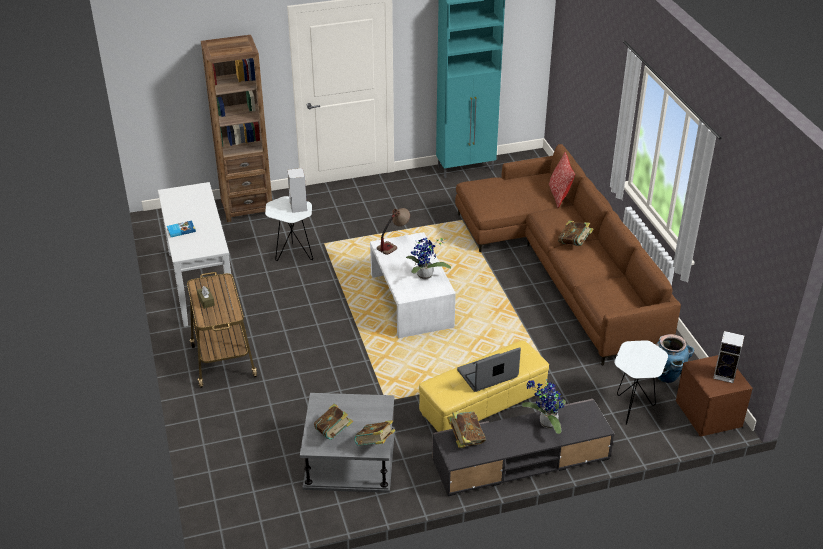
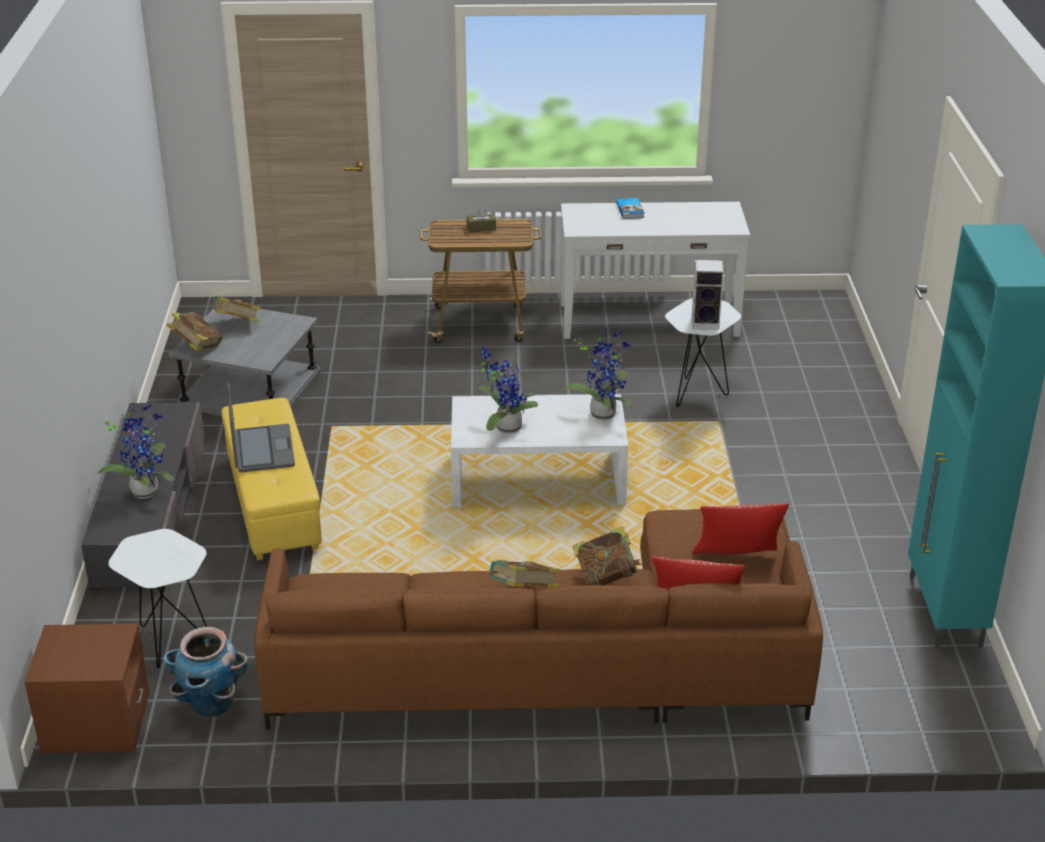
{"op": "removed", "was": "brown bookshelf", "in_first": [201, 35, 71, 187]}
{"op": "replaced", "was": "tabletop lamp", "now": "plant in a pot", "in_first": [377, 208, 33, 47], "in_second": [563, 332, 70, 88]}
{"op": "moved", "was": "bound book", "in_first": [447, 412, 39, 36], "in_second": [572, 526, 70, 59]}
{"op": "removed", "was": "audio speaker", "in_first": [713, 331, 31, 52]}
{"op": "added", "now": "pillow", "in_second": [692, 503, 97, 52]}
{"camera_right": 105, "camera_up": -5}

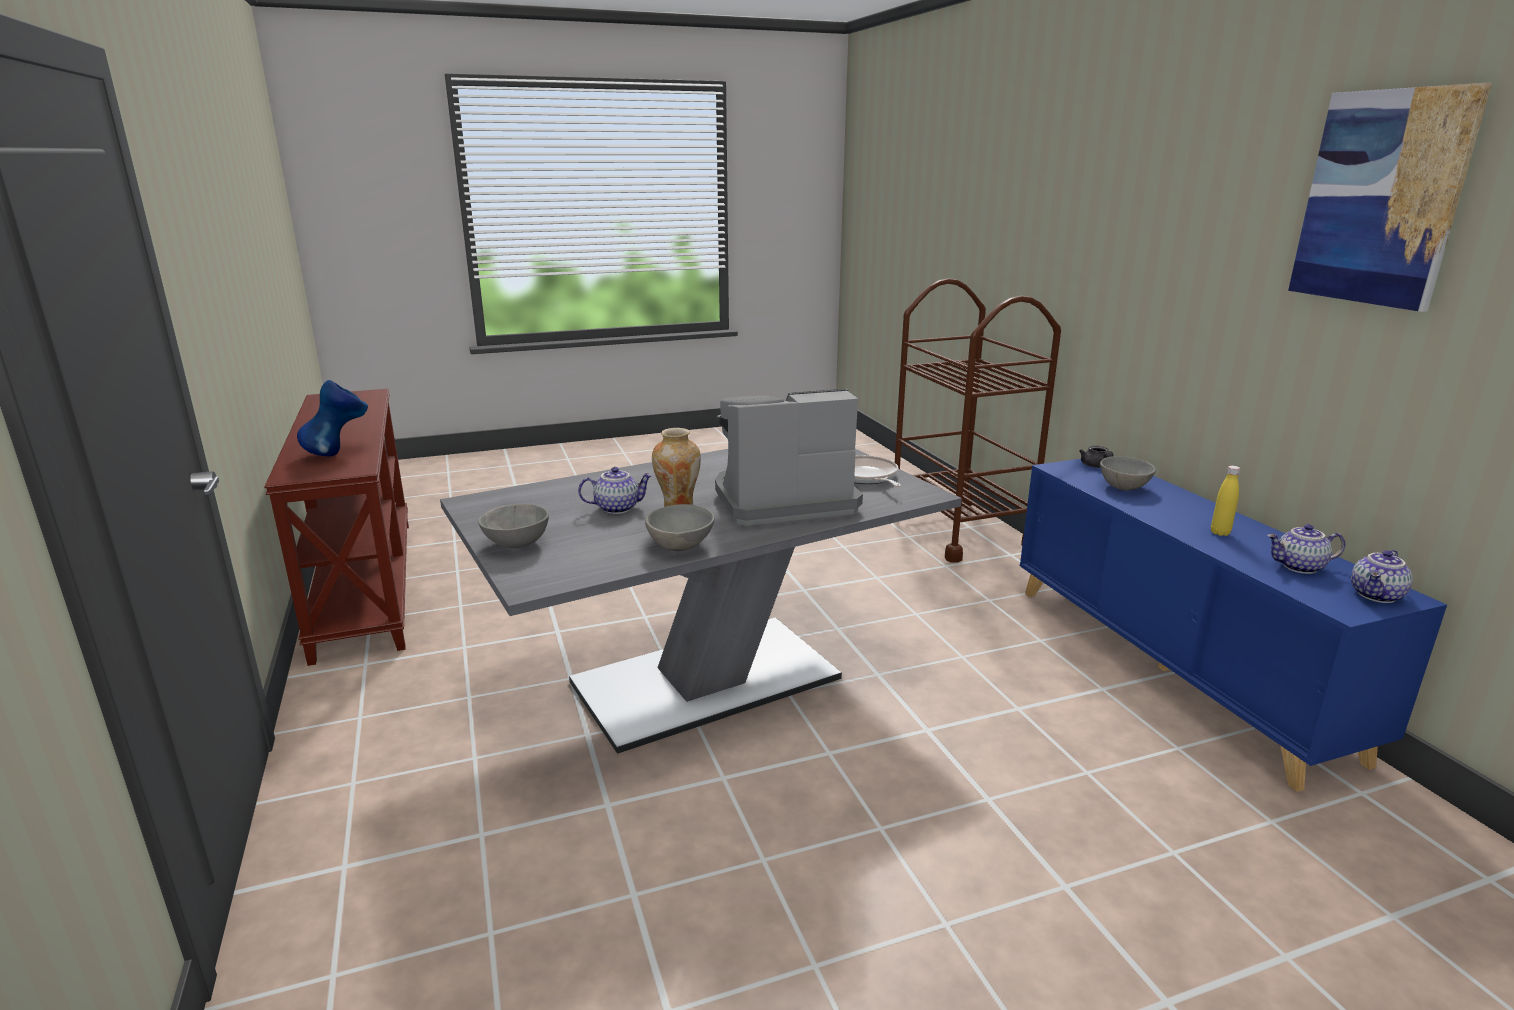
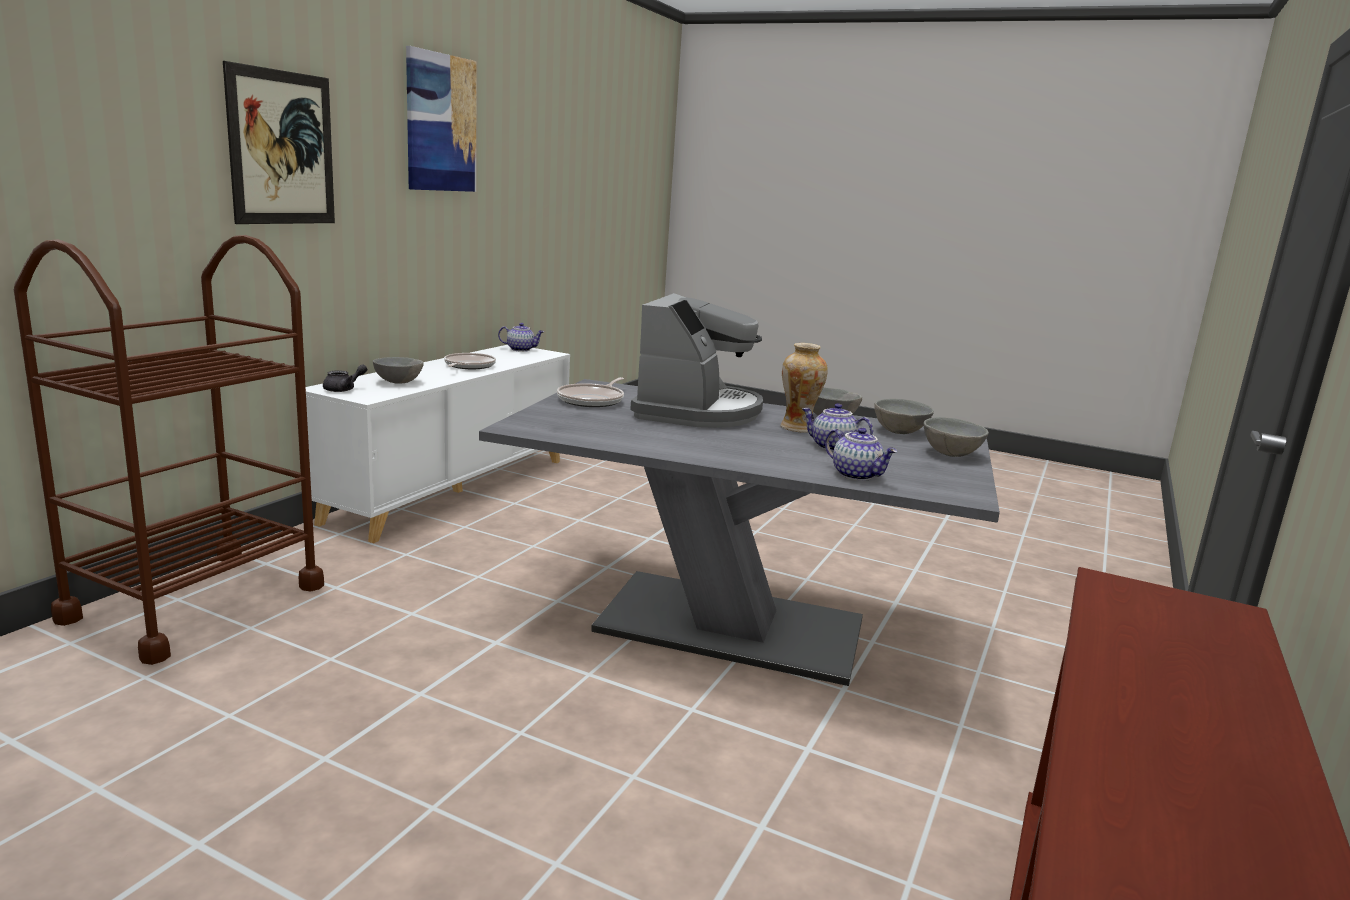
{"op": "removed", "was": "bluish decorative vase", "in_first": [297, 380, 71, 76]}
{"op": "turned", "was": "coffee machine", "in_first": [715, 389, 148, 137], "in_second": [630, 293, 133, 135], "clockwise": -105}
{"op": "recoloured", "was": "bluish storage cabinet", "now": "whitish storage cabinet", "in_first": [1020, 459, 427, 333], "in_second": [306, 345, 264, 198]}
{"op": "replaced", "was": "yellow bottle", "now": "pan", "in_first": [1211, 466, 29, 70], "in_second": [444, 353, 52, 16]}
{"op": "moved", "was": "tea pot", "in_first": [1267, 524, 78, 50], "in_second": [825, 428, 72, 53]}
{"op": "added", "now": "wall art", "in_second": [223, 61, 112, 163]}
{"op": "added", "now": "grey serving bowl", "in_second": [874, 399, 60, 35]}
{"camera_right": -135, "camera_up": -5}

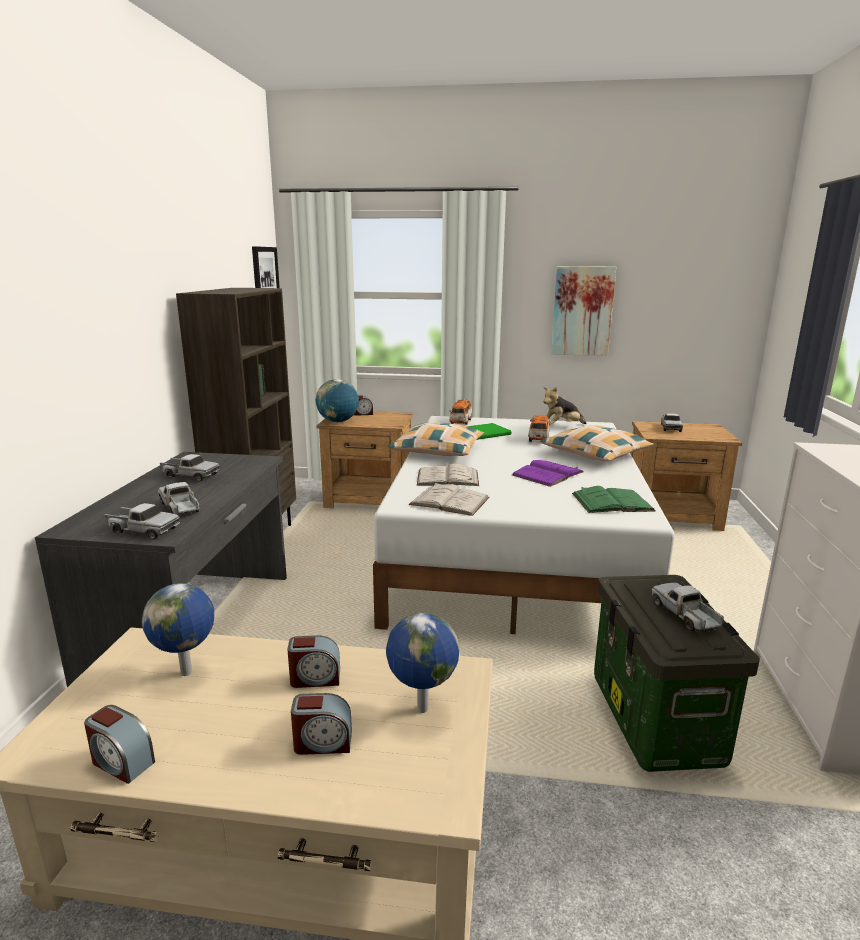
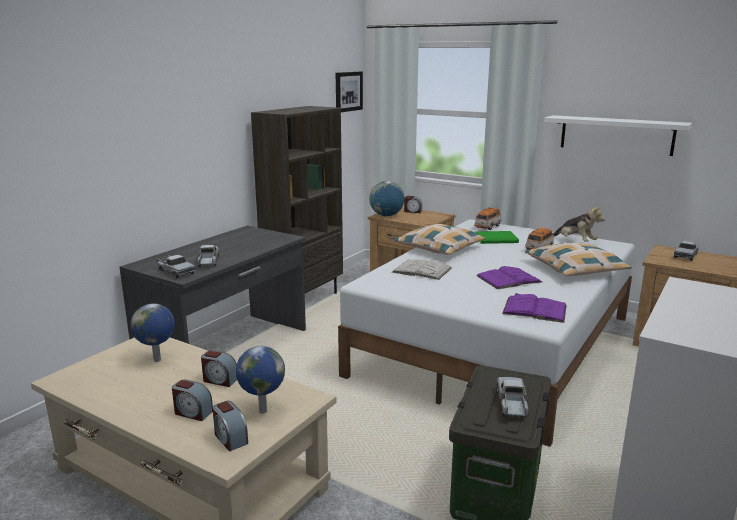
{"op": "moved", "was": "bedside clock", "in_first": [84, 705, 71, 79], "in_second": [212, 401, 36, 50]}
{"op": "removed", "was": "toy truck", "in_first": [160, 454, 60, 27]}
{"op": "removed", "was": "whitish bound book", "in_first": [409, 483, 81, 33]}
{"op": "turned", "was": "soft toy", "in_first": [543, 387, 44, 38], "in_second": [552, 204, 53, 38], "clockwise": -135}
{"op": "replaced", "was": "wall art", "now": "whitish wall shelf", "in_first": [551, 266, 65, 90], "in_second": [544, 115, 148, 41]}
{"op": "recoloured", "was": "greenish bound book", "now": "purplish bound book", "in_first": [572, 486, 83, 27], "in_second": [502, 293, 65, 30]}
{"camera_right": 25, "camera_up": 0}

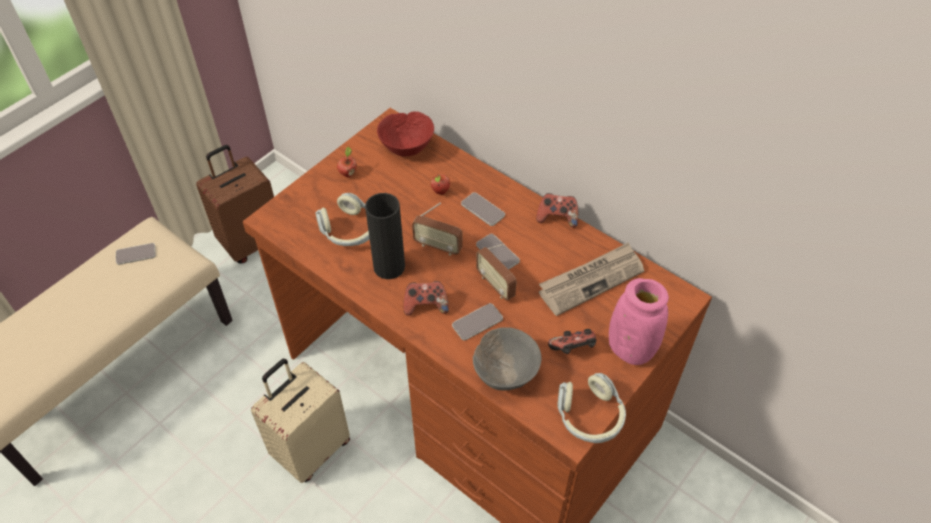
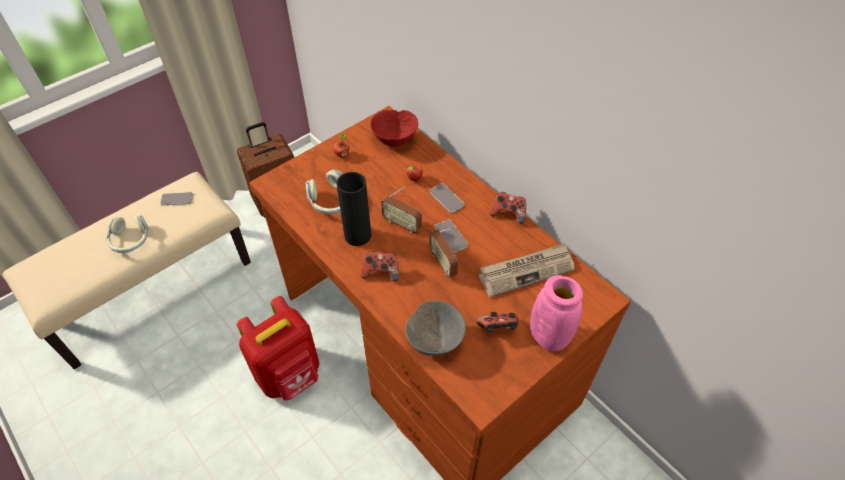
{"op": "replaced", "was": "sand-coloured travel case", "now": "reddish knapsack", "in_first": [251, 359, 99, 124], "in_second": [236, 296, 83, 104]}
{"op": "removed", "was": "phone", "in_first": [452, 303, 51, 38]}
{"op": "moved", "was": "pair of headphones", "in_first": [557, 373, 69, 70], "in_second": [106, 215, 43, 38]}
{"camera_right": 10, "camera_up": 0}

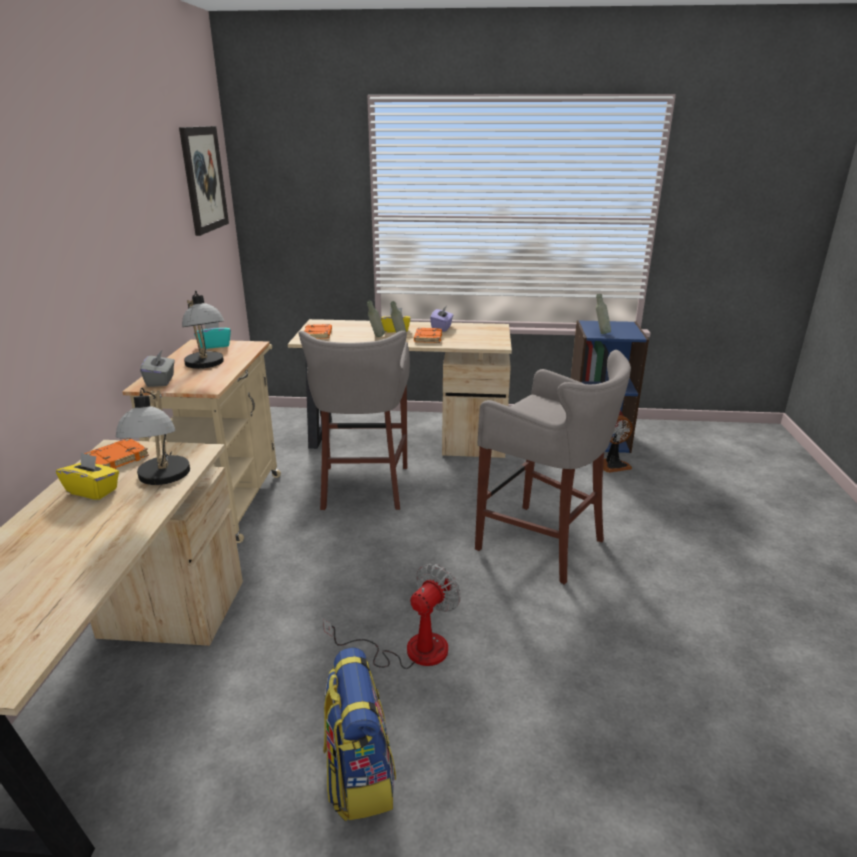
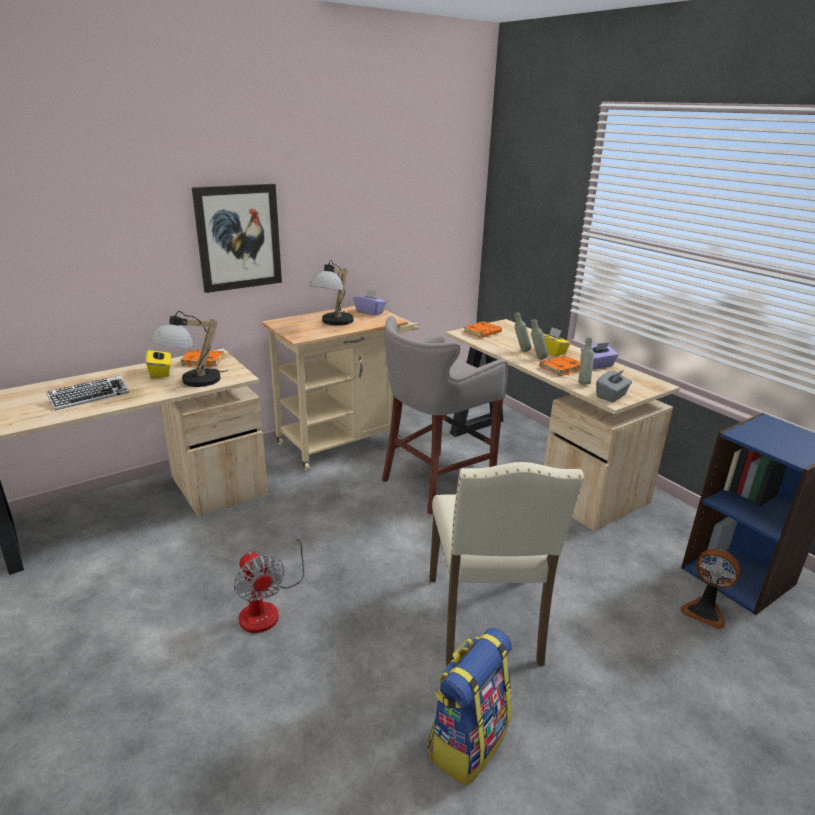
{"op": "moved", "was": "grey tissue holder", "in_first": [140, 349, 35, 38], "in_second": [596, 370, 36, 32]}
{"op": "moved", "was": "wall art", "in_first": [179, 126, 50, 110], "in_second": [192, 184, 90, 109]}
{"op": "recoloured", "was": "blue-green tissue holder", "now": "purplish tissue holder", "in_first": [194, 322, 37, 27], "in_second": [353, 289, 33, 27]}
{"op": "turned", "was": "electric fan", "in_first": [323, 564, 138, 105], "in_second": [234, 532, 70, 101], "clockwise": 60}
{"op": "moved", "was": "knapsack", "in_first": [323, 647, 73, 174], "in_second": [427, 627, 85, 159]}
{"op": "replaced", "was": "grey stool seat", "now": "sand-coloured upright chair", "in_first": [475, 350, 156, 234], "in_second": [429, 462, 155, 204]}
{"op": "moved", "was": "grey bottle", "in_first": [596, 294, 15, 40], "in_second": [579, 338, 15, 46]}
{"op": "added", "now": "PC keyboard", "in_second": [46, 375, 84, 35]}
{"camera_right": 50, "camera_up": 0}

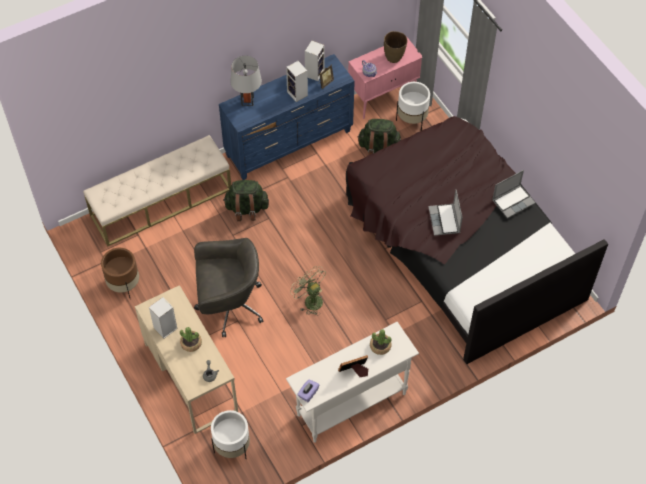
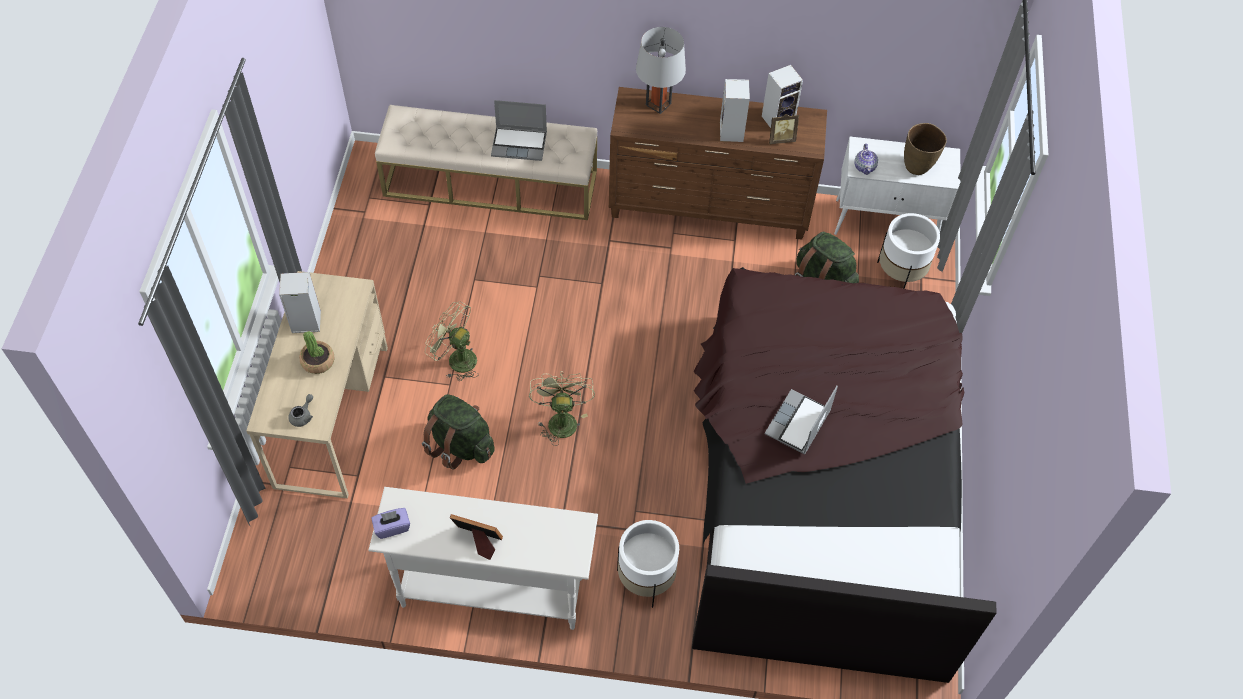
{"op": "removed", "was": "brown planter", "in_first": [101, 248, 38, 50]}
{"op": "replaced", "was": "grey office chair", "now": "greenish electric fan", "in_first": [194, 238, 69, 99], "in_second": [425, 301, 53, 80]}
{"op": "moved", "was": "whitish planter", "in_first": [211, 410, 39, 49], "in_second": [617, 520, 62, 88]}
{"op": "recoloured", "was": "bluish drawer chest", "now": "brown drawer chest", "in_first": [219, 54, 136, 126], "in_second": [609, 87, 218, 153]}
{"op": "moved", "was": "greenish knapsack", "in_first": [223, 180, 46, 41], "in_second": [422, 394, 73, 76]}
{"op": "recoloured", "was": "pinkish storage cabinet", "now": "whitish storage cabinet", "in_first": [348, 36, 74, 83], "in_second": [834, 137, 127, 98]}
{"op": "removed", "was": "plant in a pot", "in_first": [370, 329, 22, 26]}
{"op": "moved", "was": "notebook computer", "in_first": [492, 170, 43, 48], "in_second": [491, 100, 56, 61]}
{"camera_right": 35, "camera_up": 0}

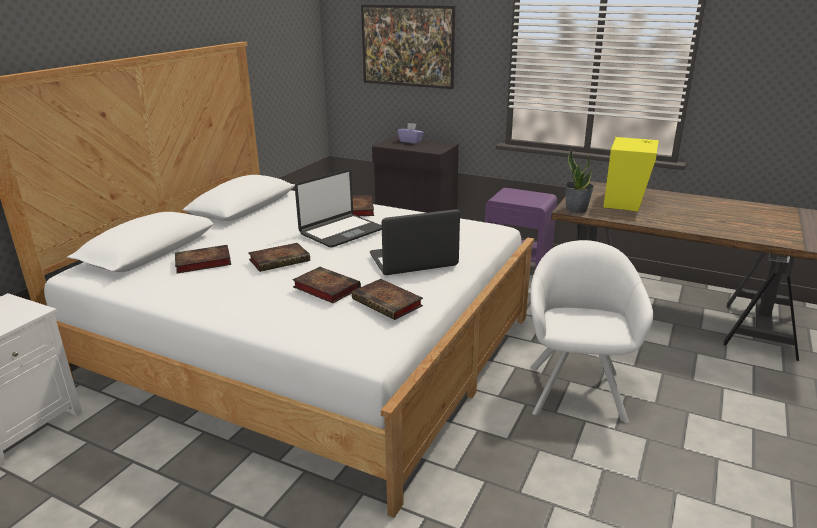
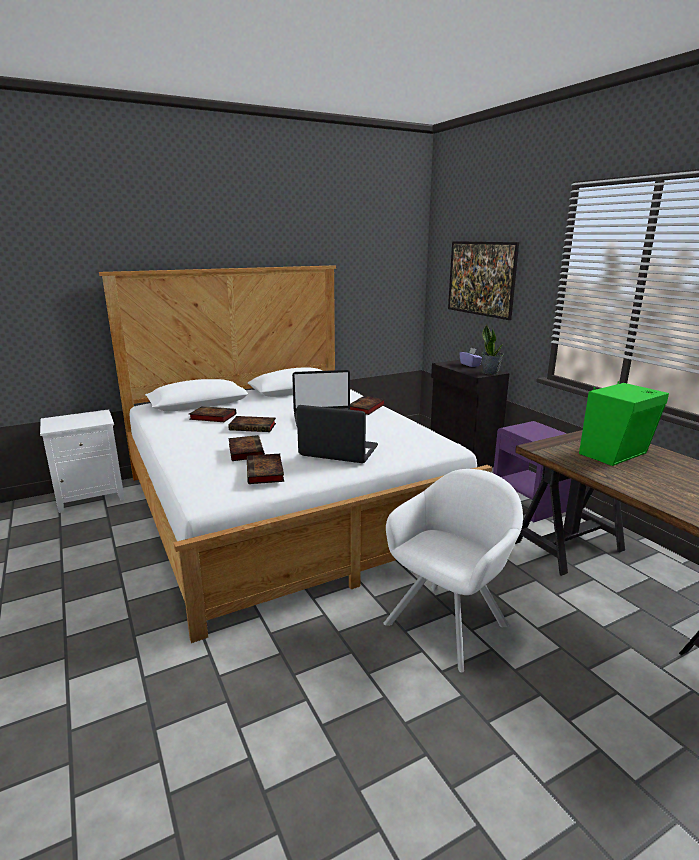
{"op": "moved", "was": "plant in a pot", "in_first": [565, 149, 29, 64], "in_second": [481, 325, 23, 50]}
{"op": "recoloured", "was": "yellow audio speaker", "now": "greenish audio speaker", "in_first": [603, 136, 56, 75], "in_second": [579, 381, 90, 85]}
{"camera_right": 35, "camera_up": -5}

